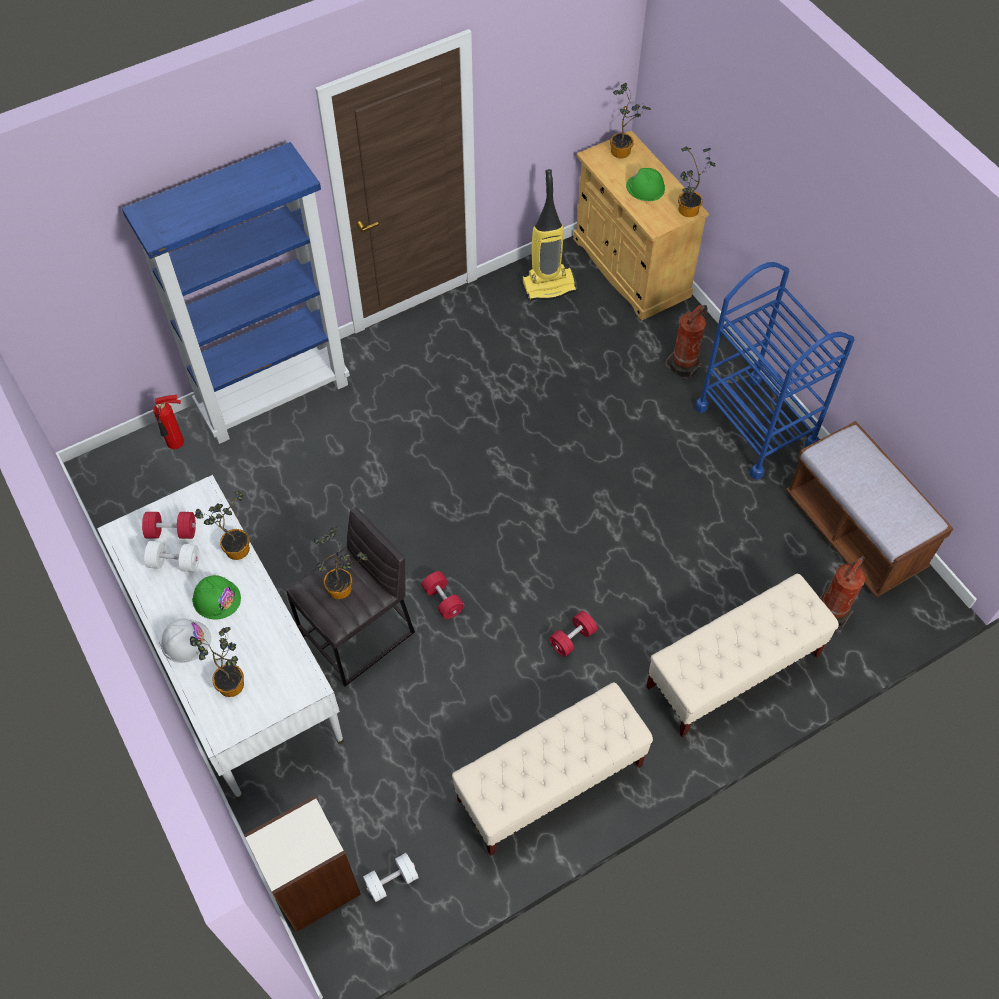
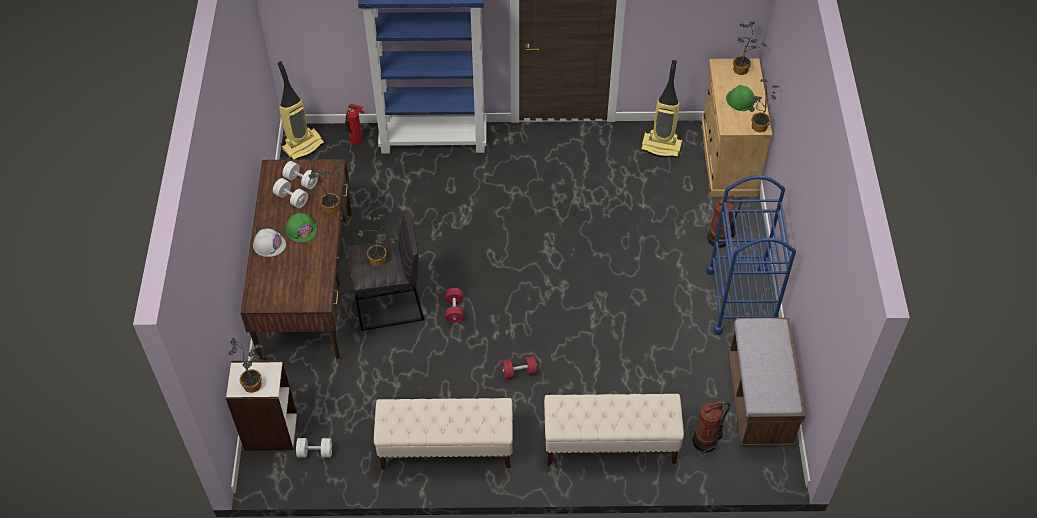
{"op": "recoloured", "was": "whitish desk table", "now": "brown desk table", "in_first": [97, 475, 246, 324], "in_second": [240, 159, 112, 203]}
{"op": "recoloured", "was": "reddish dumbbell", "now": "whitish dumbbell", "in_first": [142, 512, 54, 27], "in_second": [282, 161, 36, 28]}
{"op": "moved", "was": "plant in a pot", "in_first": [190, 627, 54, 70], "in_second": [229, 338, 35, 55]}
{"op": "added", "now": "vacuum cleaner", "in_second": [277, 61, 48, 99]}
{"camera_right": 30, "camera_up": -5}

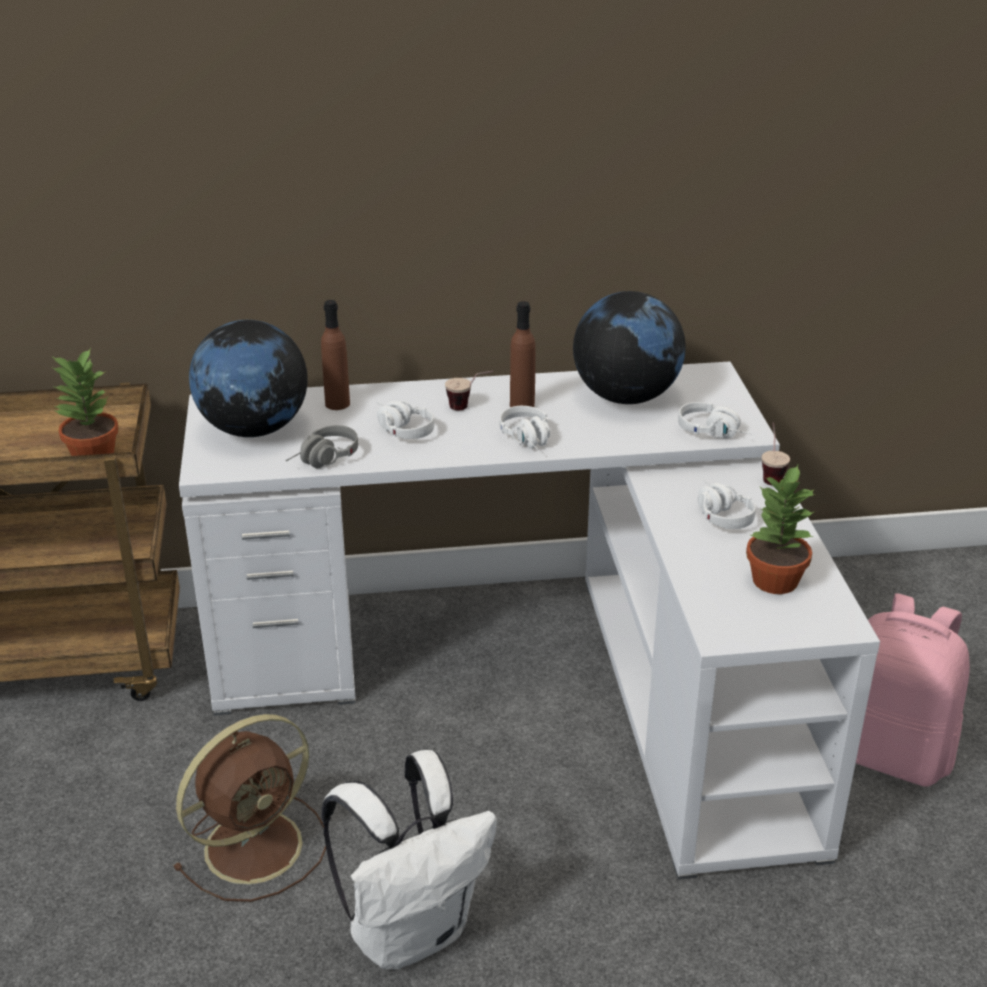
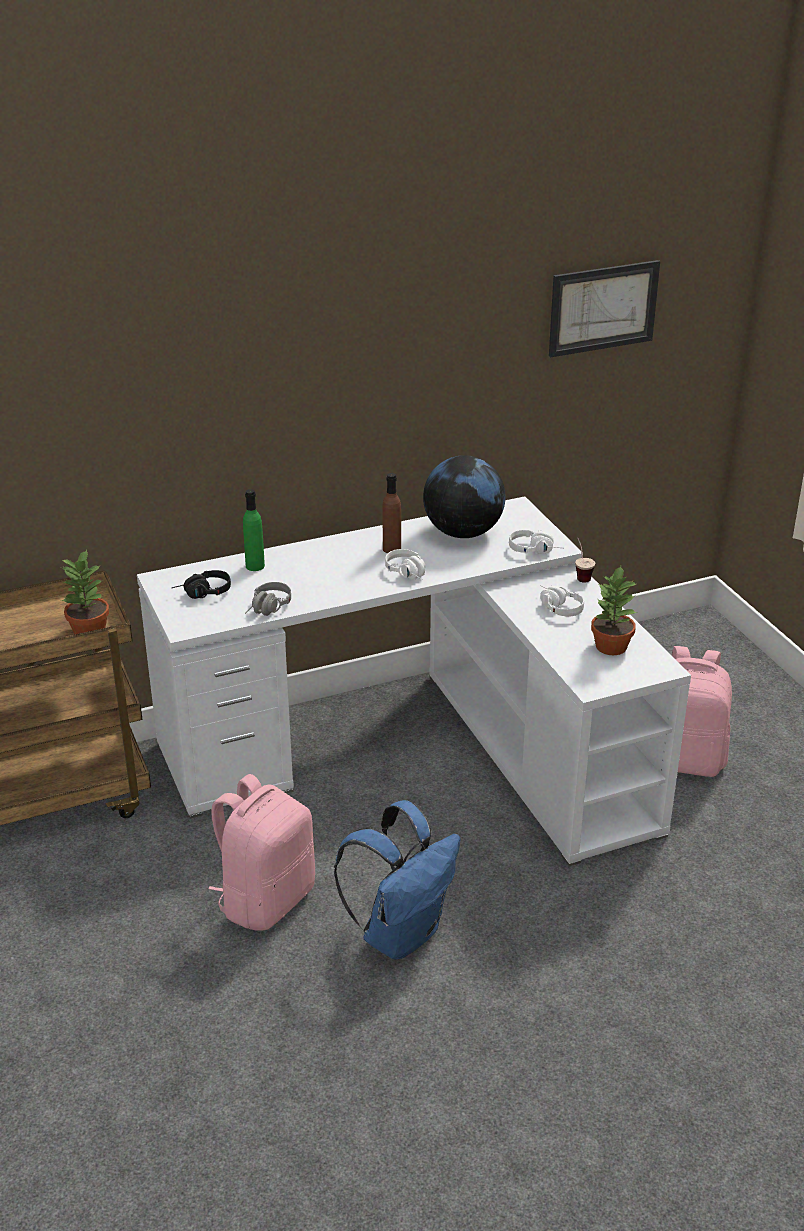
{"op": "replaced", "was": "brown electric fan", "now": "pinkish knapsack", "in_first": [173, 714, 153, 188], "in_second": [208, 774, 107, 157]}
{"op": "replaced", "was": "globe", "now": "black-coloured pair of headphones", "in_first": [189, 320, 119, 117], "in_second": [171, 570, 60, 29]}
{"op": "recoloured", "was": "brown bottle", "now": "greenish bottle", "in_first": [321, 300, 29, 110], "in_second": [243, 489, 22, 82]}
{"op": "recoloured", "was": "whitish knapsack", "now": "bluish knapsack", "in_first": [322, 750, 175, 220], "in_second": [334, 800, 127, 160]}
{"op": "removed", "was": "whitish pair of headphones", "in_first": [377, 401, 57, 38]}
{"op": "removed", "was": "small cup", "in_first": [445, 371, 48, 39]}
{"op": "added", "now": "wall art", "in_second": [549, 260, 111, 97]}
{"camera_right": -15, "camera_up": 0}

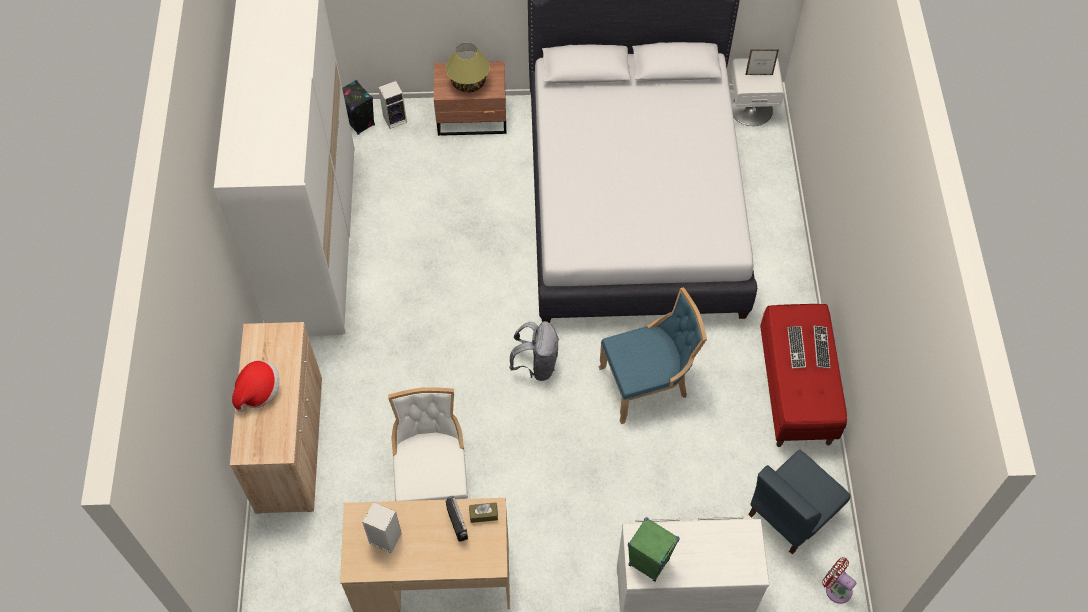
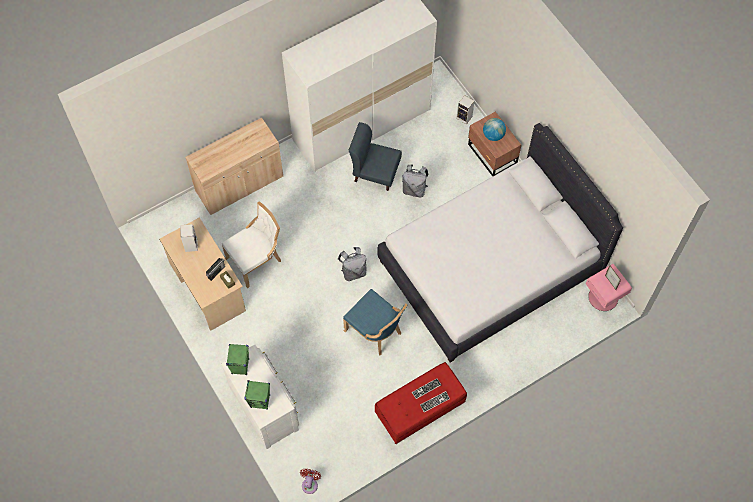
{"op": "removed", "was": "clothing hat", "in_first": [232, 360, 47, 52]}
{"op": "removed", "was": "black-coloured audio speaker", "in_first": [342, 80, 33, 55]}
{"op": "replaced", "was": "tabletop lamp", "now": "globe", "in_first": [446, 43, 44, 50], "in_second": [483, 118, 23, 23]}
{"op": "recoloured", "was": "whitish night table", "now": "pinkish night table", "in_first": [731, 58, 53, 68], "in_second": [586, 264, 46, 47]}
{"op": "moved", "was": "bluish upright chair", "in_first": [748, 450, 103, 104], "in_second": [349, 122, 53, 69]}
{"op": "added", "now": "greenish audio speaker", "in_second": [244, 380, 26, 30]}
{"op": "added", "now": "grey knapsack", "in_second": [402, 165, 27, 32]}
{"camera_right": 60, "camera_up": 5}

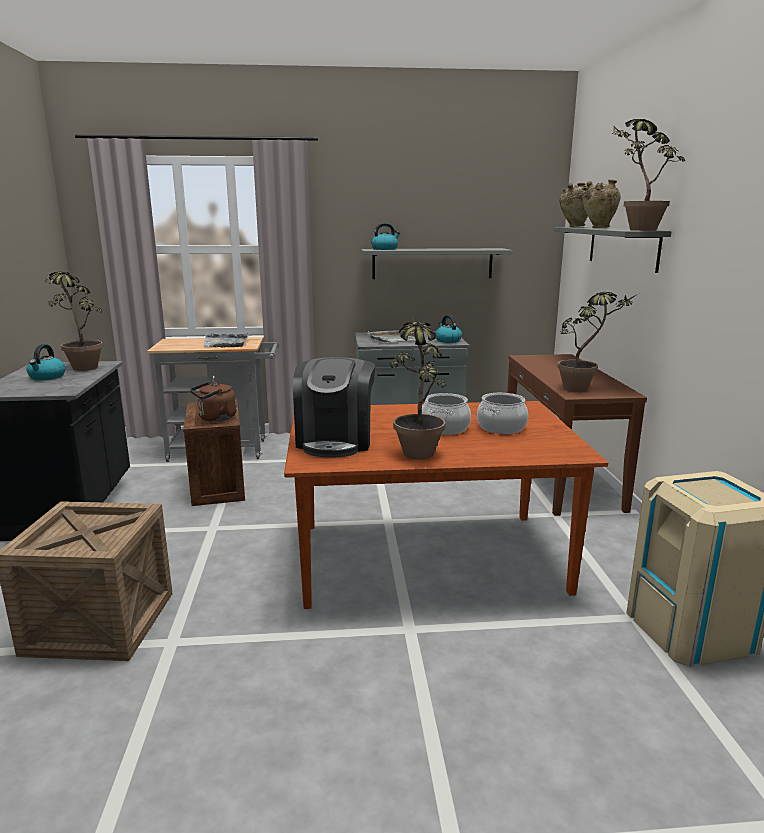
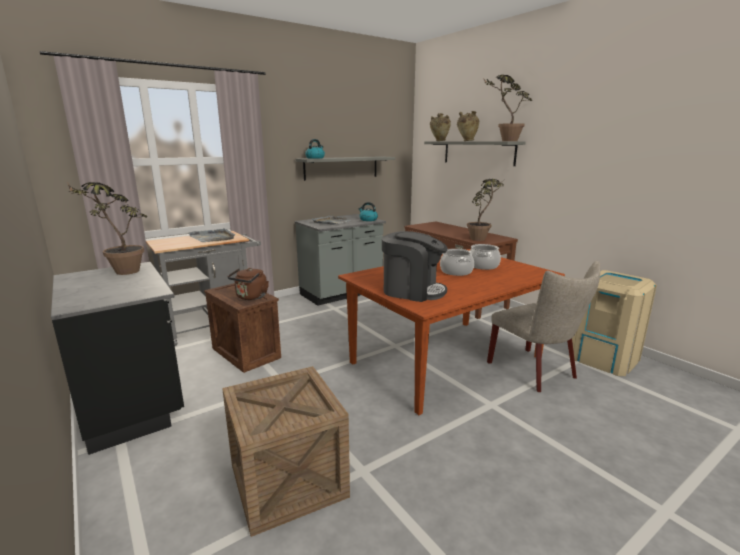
{"op": "removed", "was": "tea kettle", "in_first": [26, 344, 40, 36]}
{"op": "turned", "was": "coffee machine", "in_first": [293, 357, 82, 101], "in_second": [382, 231, 66, 71], "clockwise": -45}
{"op": "removed", "was": "plant in a pot", "in_first": [390, 318, 56, 141]}
{"op": "added", "now": "sand-coloured upright chair", "in_second": [487, 261, 113, 131]}
{"camera_right": -30, "camera_up": 0}

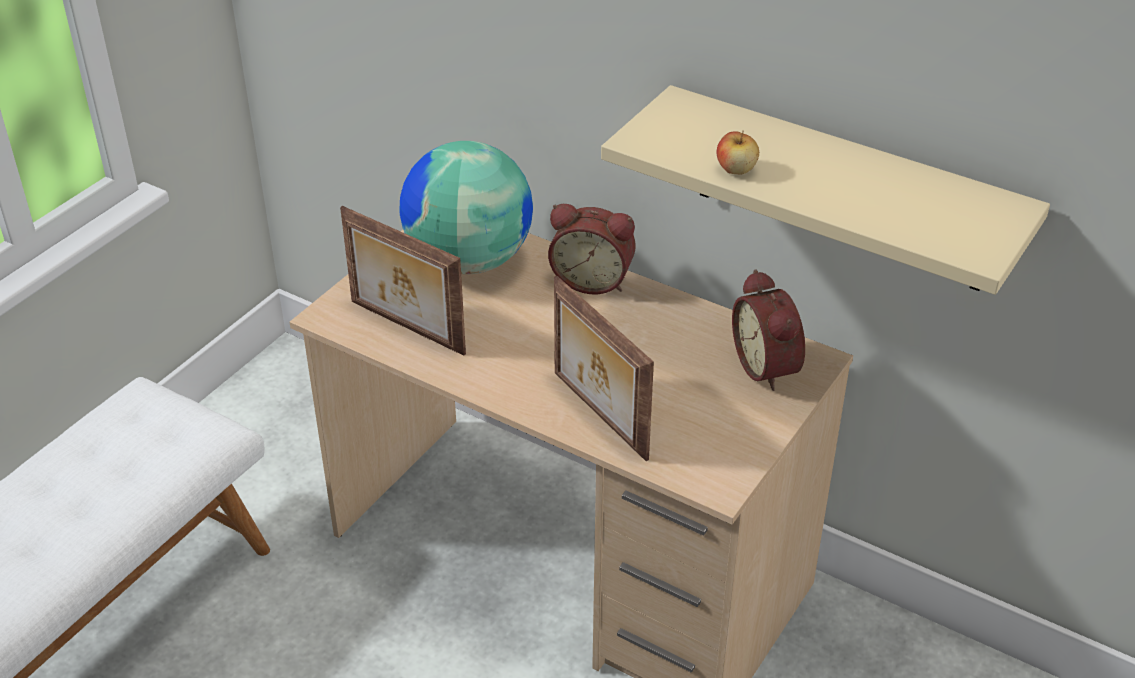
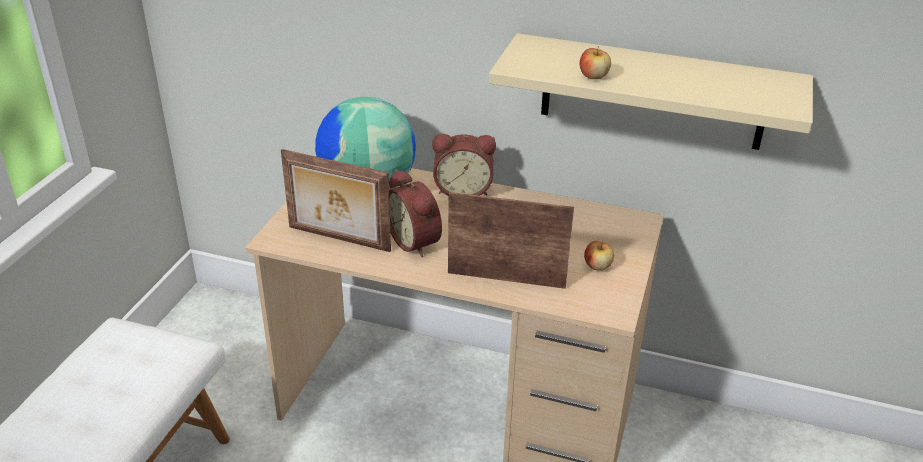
{"op": "turned", "was": "picture frame", "in_first": [554, 276, 100, 185], "in_second": [448, 192, 126, 97], "clockwise": 150}
{"op": "moved", "was": "bedside clock", "in_first": [732, 269, 73, 122], "in_second": [389, 169, 53, 88]}
{"op": "added", "now": "whole apple", "in_second": [584, 240, 30, 30]}
{"camera_right": -15, "camera_up": -5}

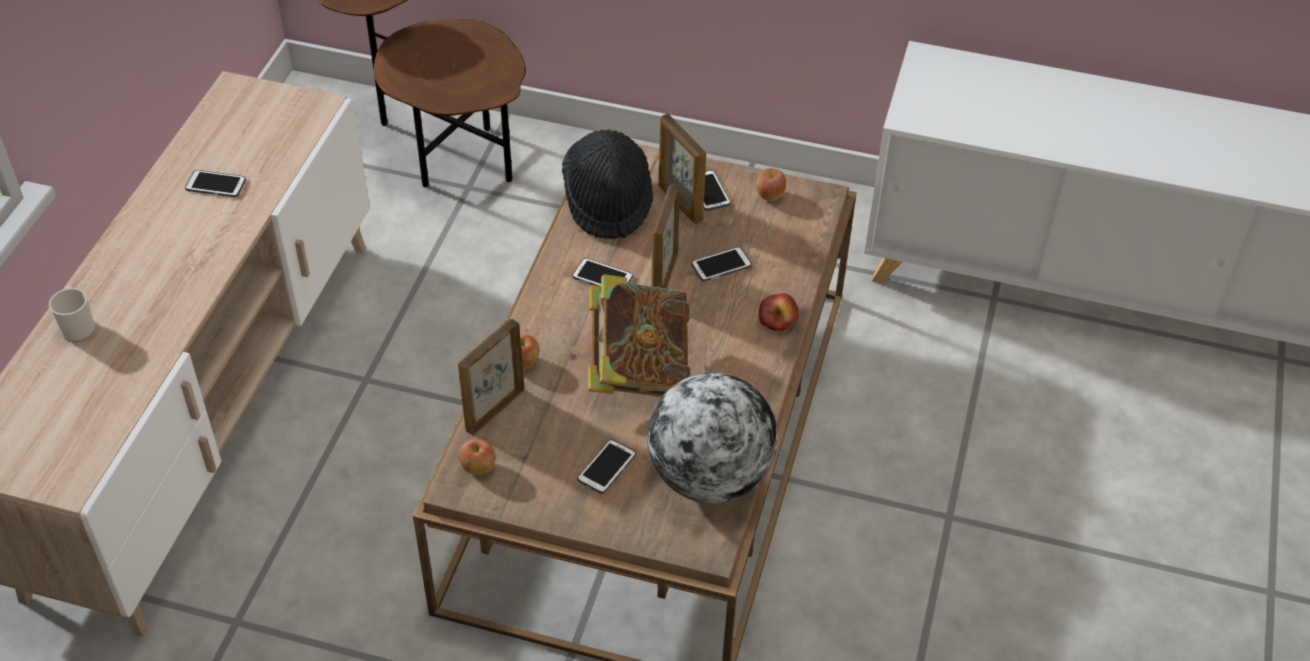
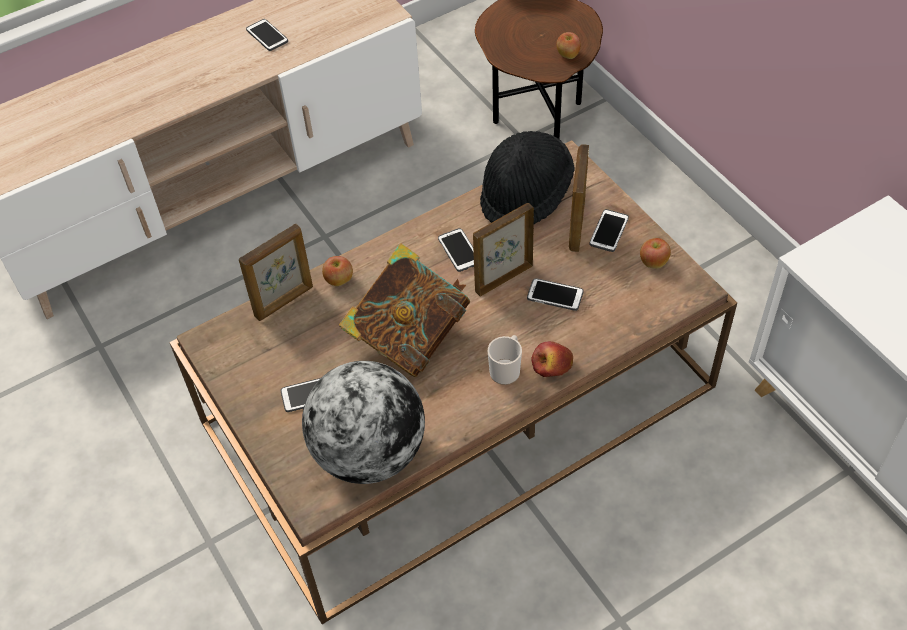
{"op": "moved", "was": "mug", "in_first": [49, 286, 46, 56], "in_second": [488, 335, 34, 50]}
{"op": "turned", "was": "picture frame", "in_first": [458, 319, 66, 116], "in_second": [239, 224, 74, 97], "clockwise": 150}
{"op": "moved", "was": "whole apple", "in_first": [459, 438, 36, 36], "in_second": [556, 32, 25, 27]}
{"camera_right": 45, "camera_up": 5}

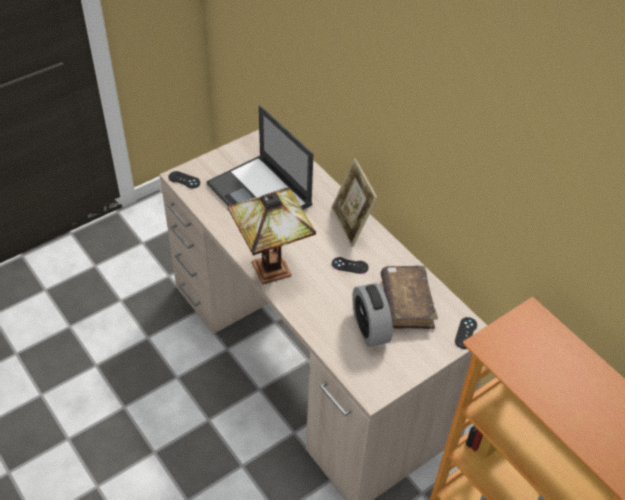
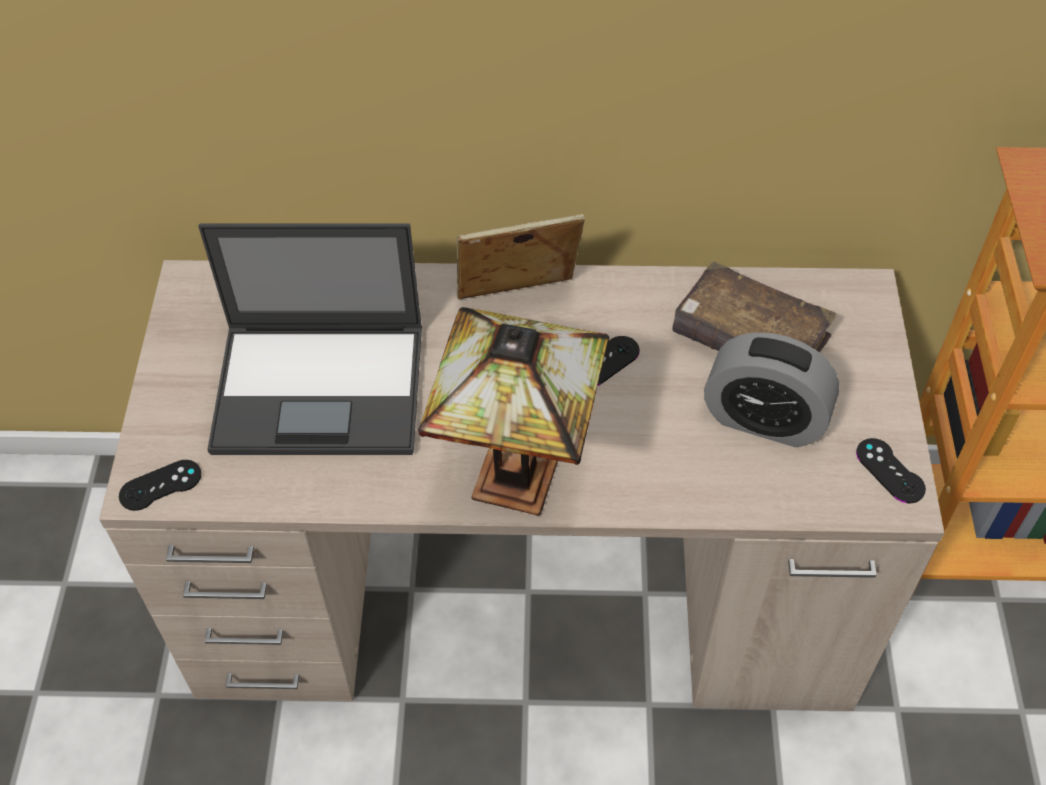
{"op": "turned", "was": "picture frame", "in_first": [331, 158, 47, 89], "in_second": [456, 214, 129, 85], "clockwise": 150}
{"op": "moved", "was": "black-coloured game controller", "in_first": [455, 317, 22, 32], "in_second": [856, 438, 70, 65]}
{"camera_right": -50, "camera_up": 5}

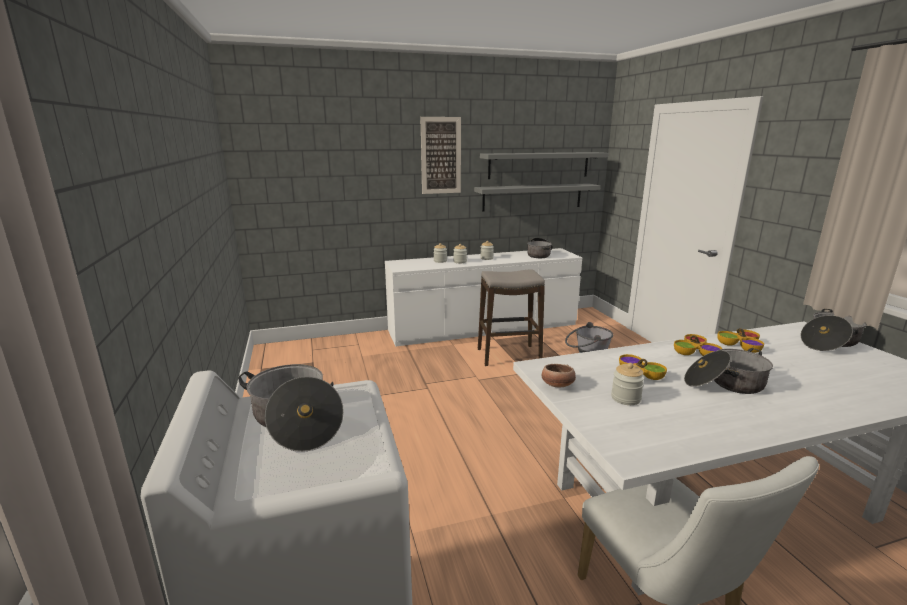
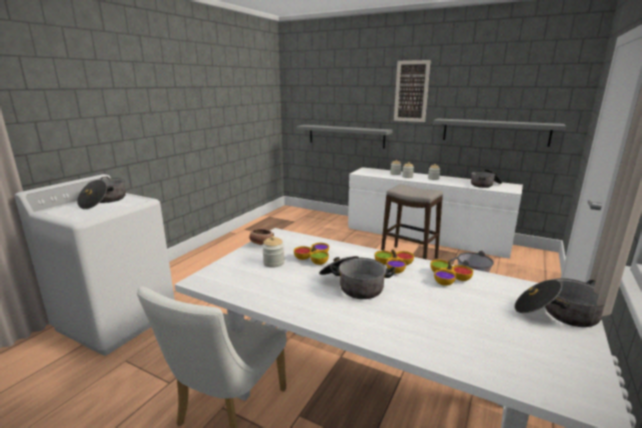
{"op": "moved", "was": "grey wall shelf", "in_first": [480, 152, 128, 27], "in_second": [296, 125, 97, 23]}
{"camera_right": 45, "camera_up": 0}

